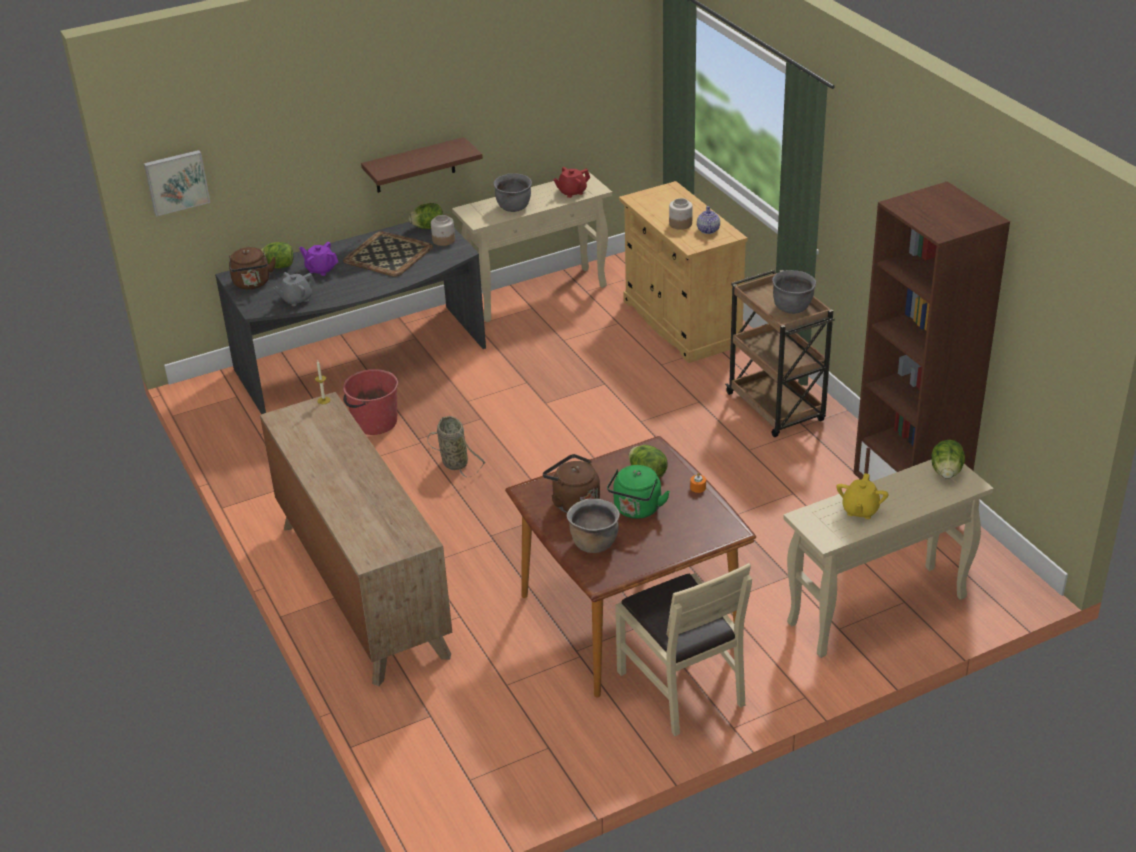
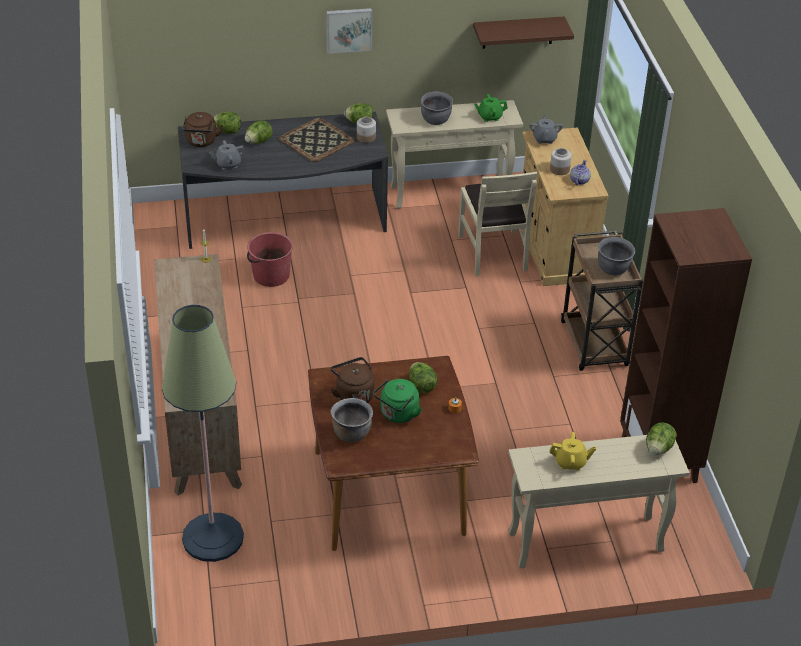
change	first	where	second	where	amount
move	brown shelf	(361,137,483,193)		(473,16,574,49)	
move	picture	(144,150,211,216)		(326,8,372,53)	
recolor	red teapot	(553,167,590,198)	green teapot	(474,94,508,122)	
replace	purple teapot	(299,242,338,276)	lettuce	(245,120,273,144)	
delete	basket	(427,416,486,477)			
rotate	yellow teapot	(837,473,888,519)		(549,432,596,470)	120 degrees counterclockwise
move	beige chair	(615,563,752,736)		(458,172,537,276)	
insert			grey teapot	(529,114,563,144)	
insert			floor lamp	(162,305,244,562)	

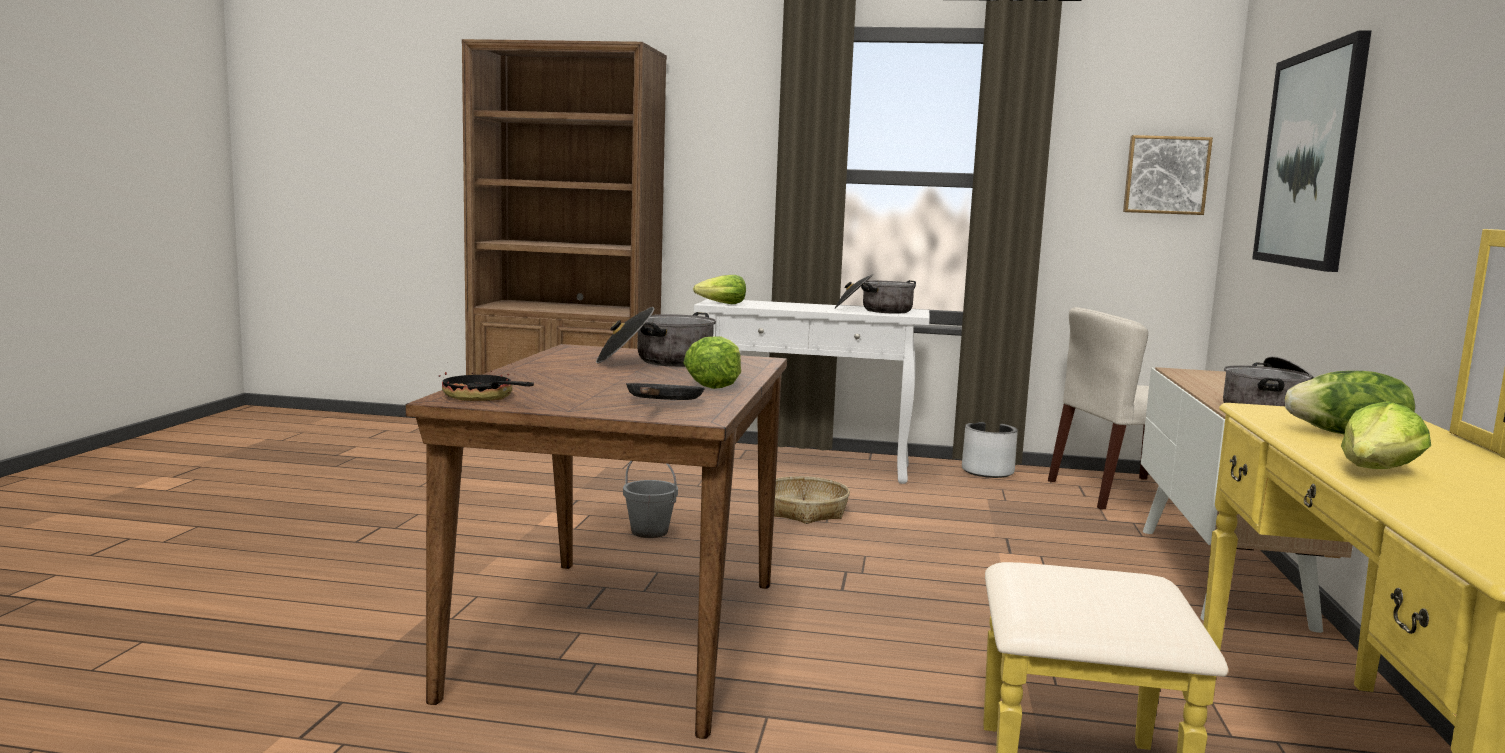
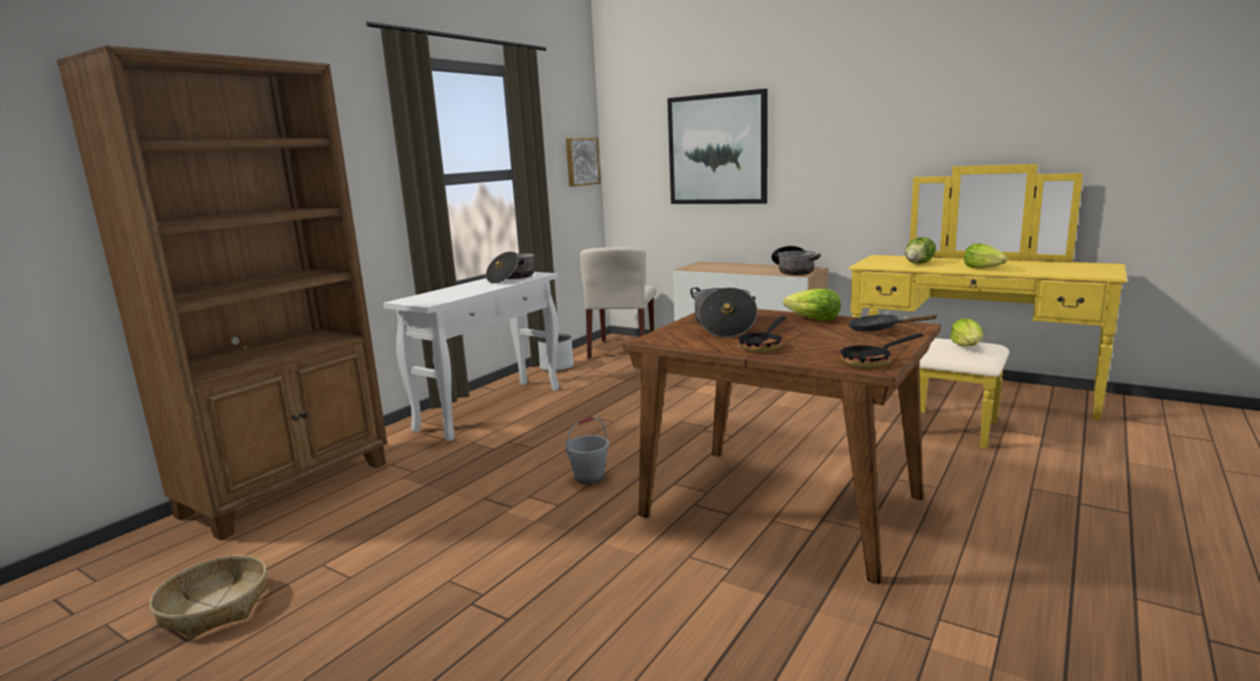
change	first	where	second	where	amount
move	lettuce	(693,275,746,304)		(950,318,983,346)	
move	basket	(774,476,850,524)		(149,555,267,639)	
insert			frying pan	(737,316,786,352)	

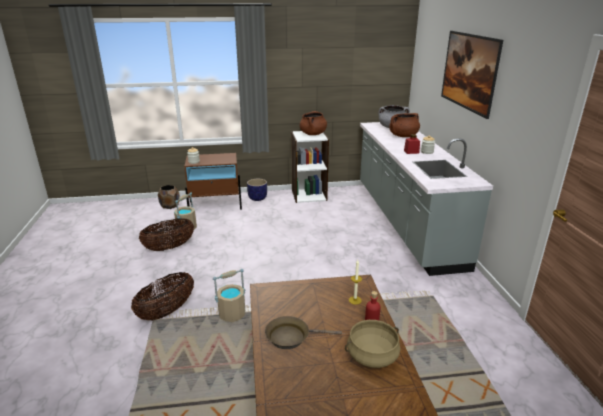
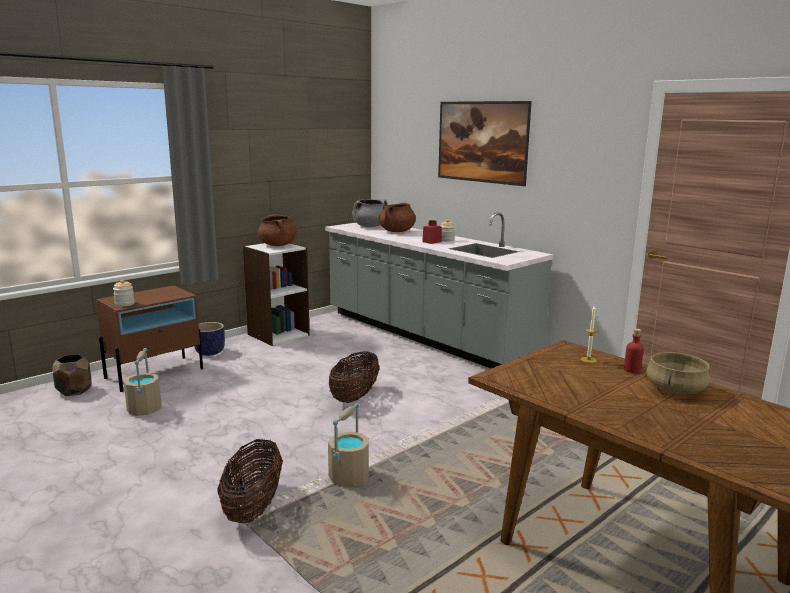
change	first	where	second	where	amount
move	basket	(139,219,194,251)		(329,351,379,403)	
delete	brown frying pan	(265,316,342,349)			

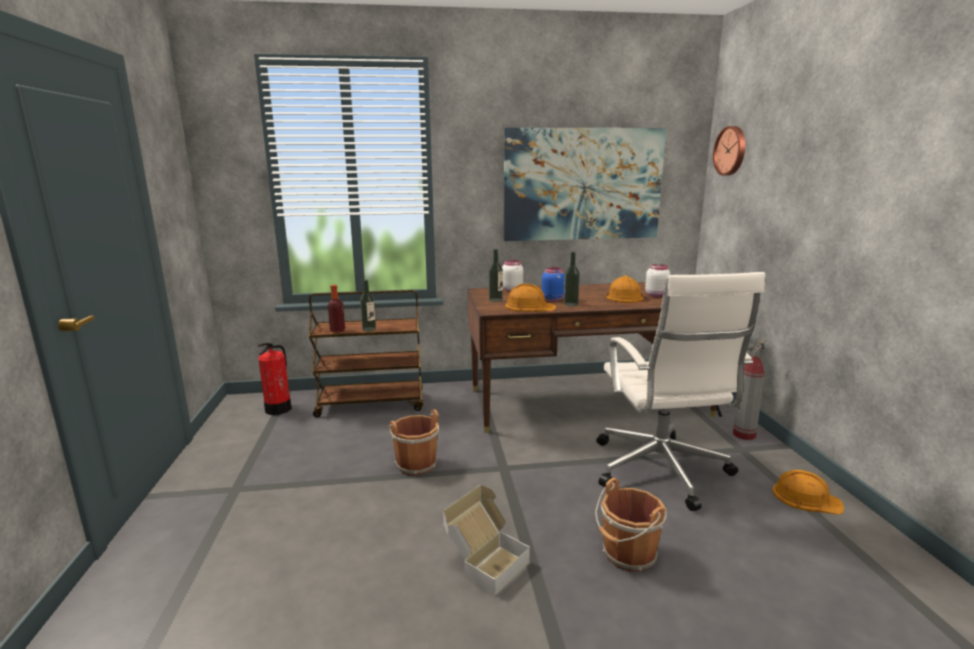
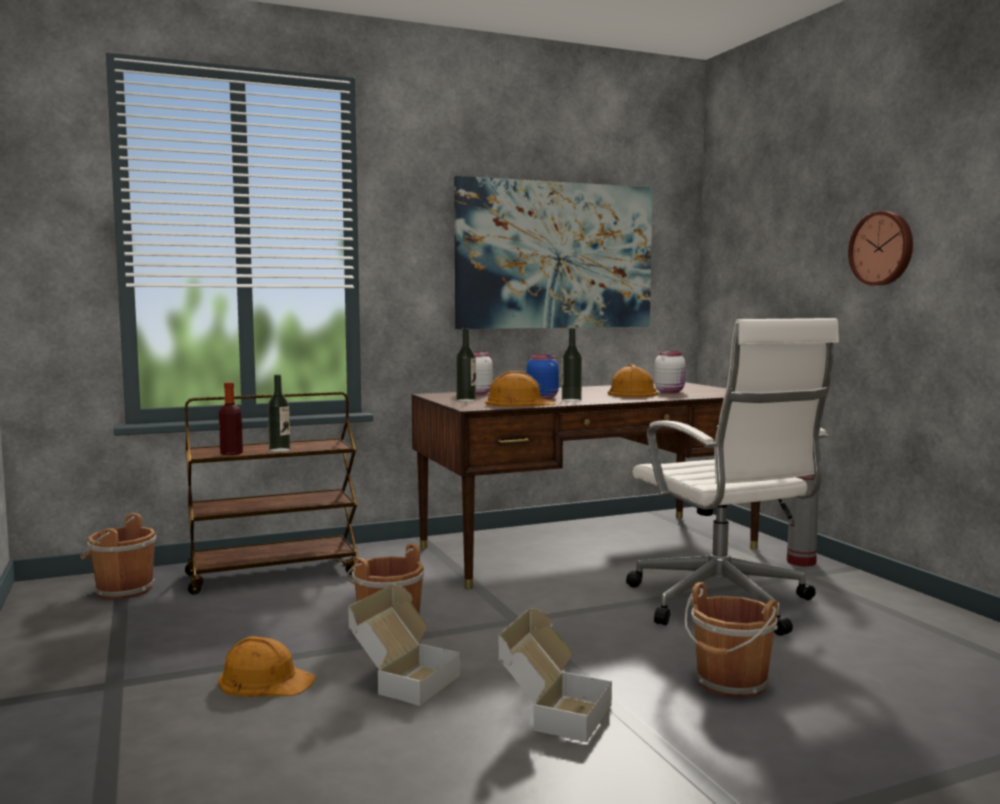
change	first	where	second	where	amount
move	wall clock	(713,126,745,176)		(848,211,913,286)	
replace	fire extinguisher	(258,343,292,415)	brown bucket	(80,513,156,599)	
move	orange hard hat	(772,470,844,515)		(218,636,316,697)	
insert			cardboard box	(348,585,461,706)	

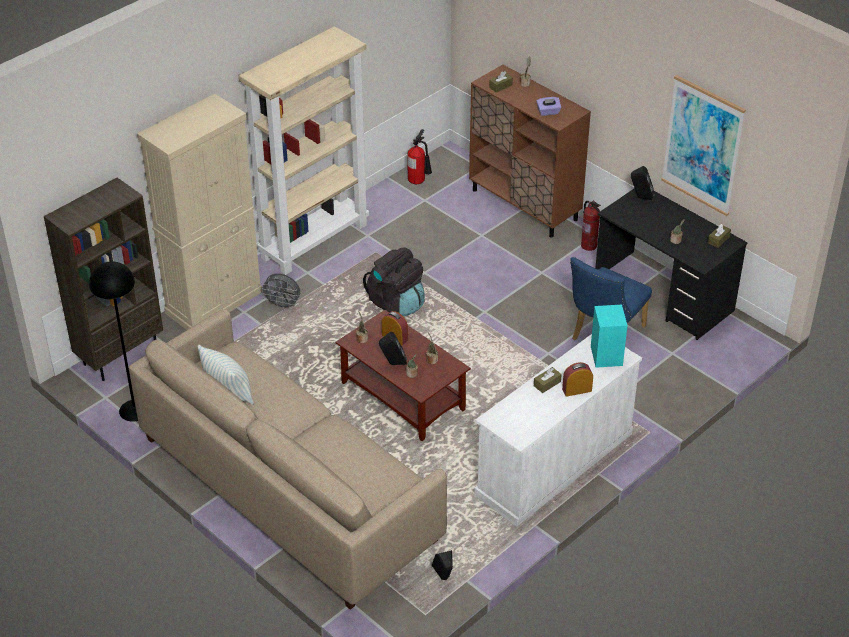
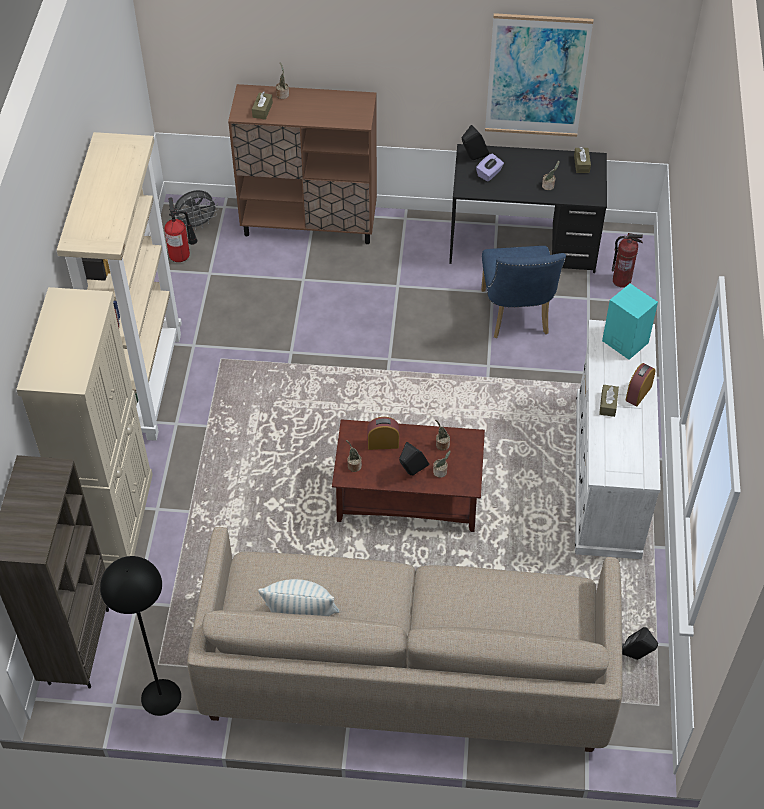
change	first	where	second	where	amount
move	purple tissue box	(536,97,562,116)		(476,153,504,181)	
move	fire extinguisher	(581,200,601,251)		(612,233,643,288)	
delete	black backpack	(363,247,425,316)			
move	grey fan	(260,273,300,310)		(174,190,219,230)	

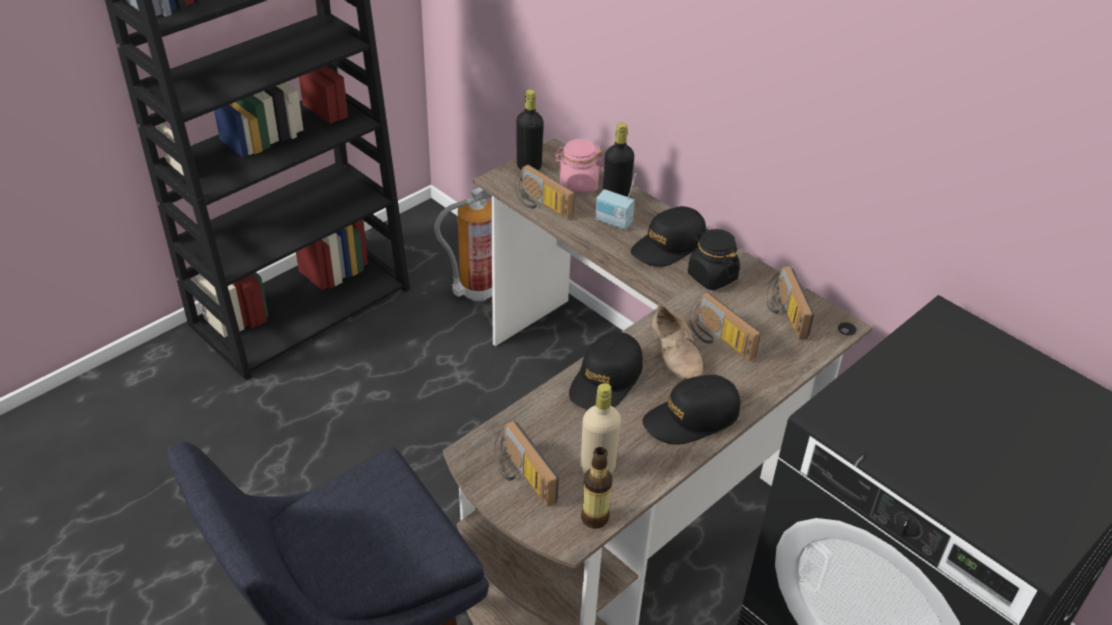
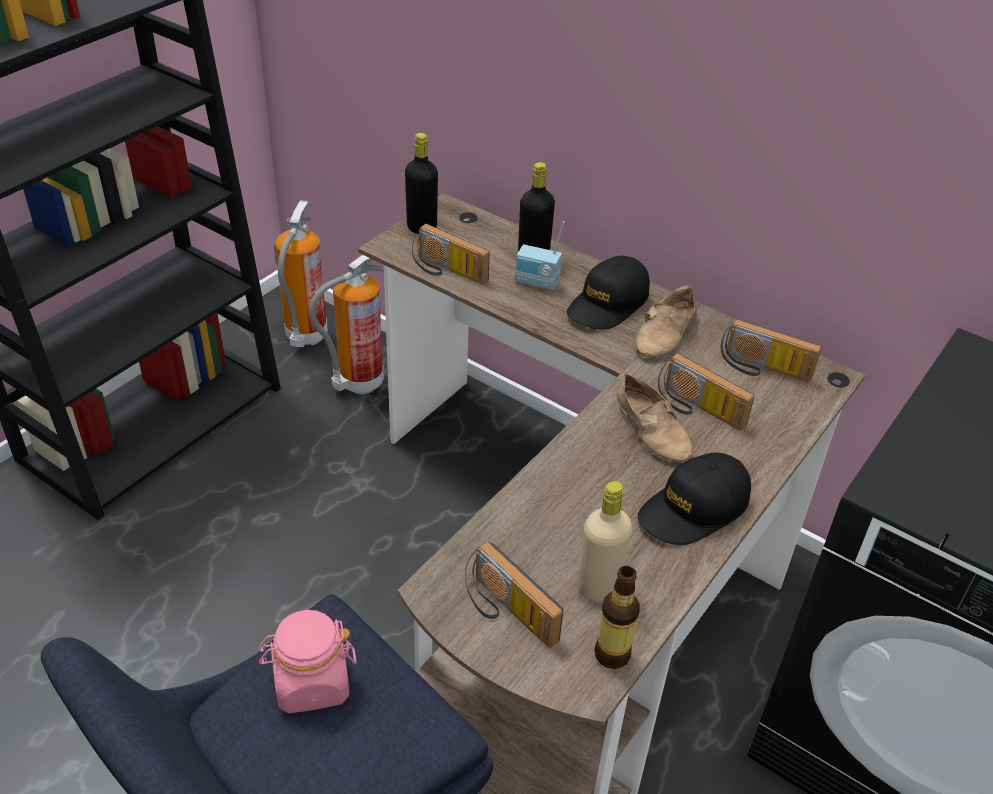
change	first	where	second	where	amount
move	pink jar	(555,139,604,193)		(258,610,357,713)	
replace	black jar	(688,229,740,290)	beige shoe	(636,285,699,358)	
rotate	radio	(767,266,814,339)		(720,319,822,382)	45 degrees counterclockwise
delete	black cap	(569,332,643,410)			
insert			fire extinguisher	(274,200,328,347)	

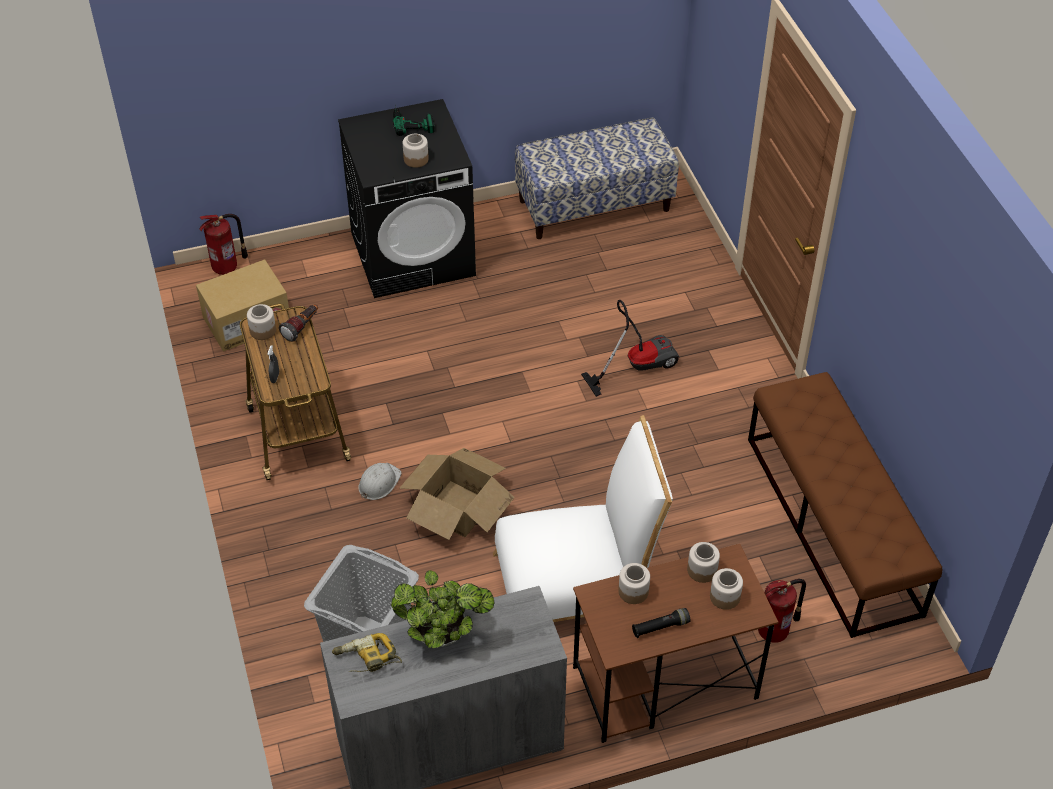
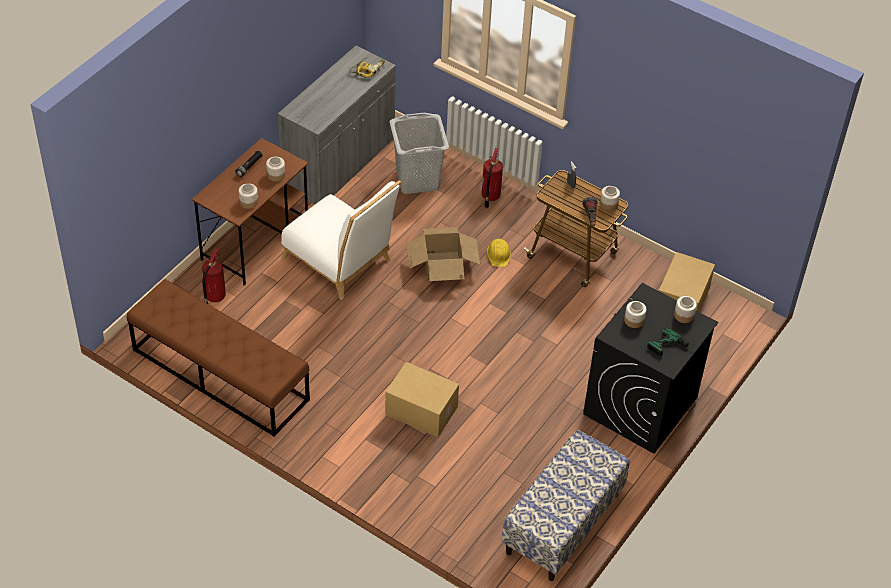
change	first	where	second	where	amount
move	fire extinguisher	(199,214,248,275)		(482,148,503,208)	
replace	vacuum cleaner	(581,300,680,397)	cardboard box	(385,362,459,437)	
rotate	white chair	(493,415,673,622)		(281,181,401,300)	90 degrees counterclockwise
recolor	white hard hat	(358,463,402,500)	yellow hard hat	(487,239,511,267)	
move	jar	(710,568,743,610)		(674,296,697,323)	
delete	potted plant	(391,570,495,649)			

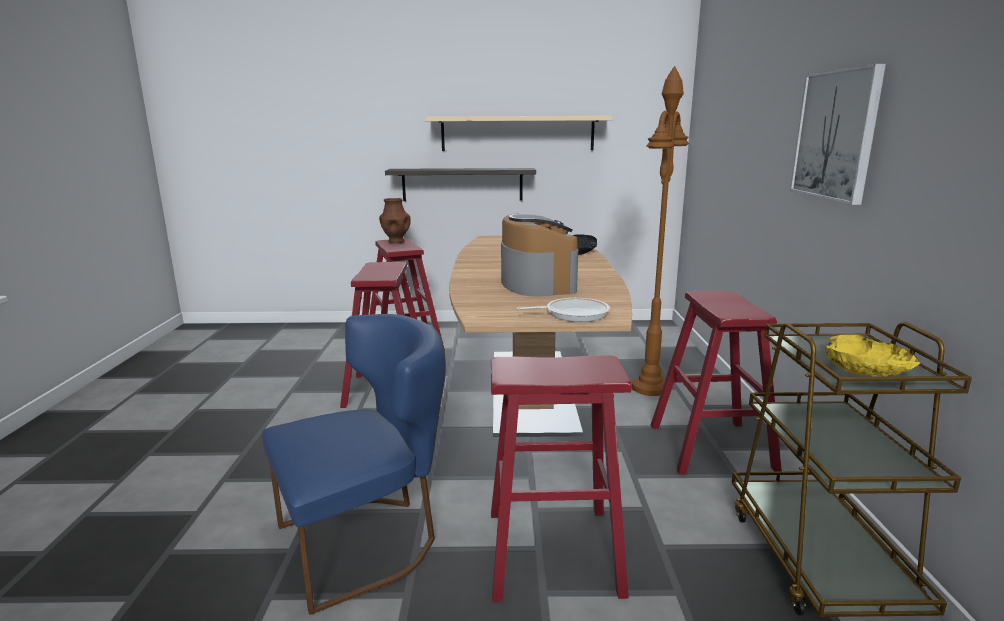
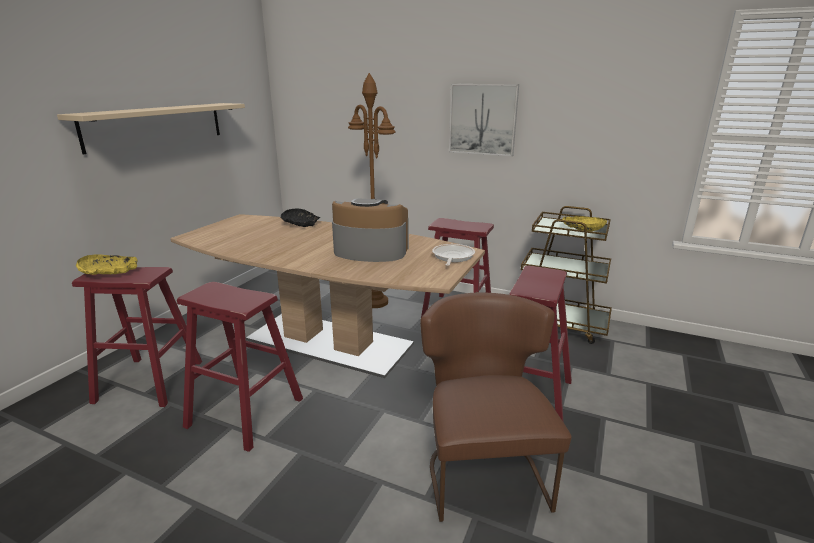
change	first	where	second	where	amount
delete	shelf	(385,168,536,201)			
replace	brown vase	(379,198,411,244)	yellow bowl	(76,254,138,275)	
recolor	blue chair	(262,314,446,615)	brown chair	(420,292,572,522)	

